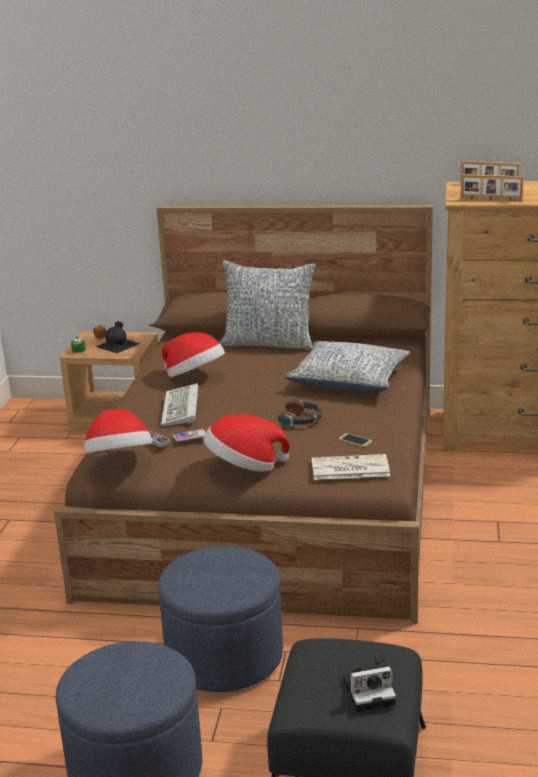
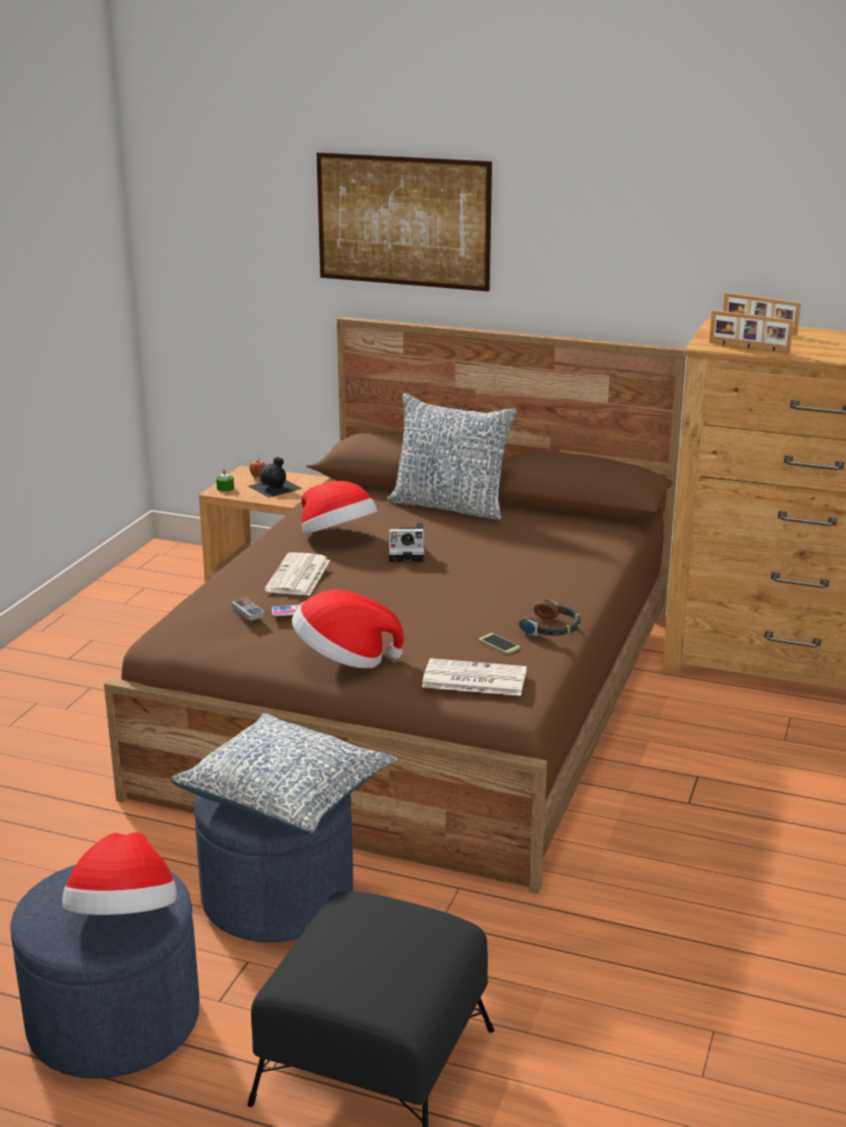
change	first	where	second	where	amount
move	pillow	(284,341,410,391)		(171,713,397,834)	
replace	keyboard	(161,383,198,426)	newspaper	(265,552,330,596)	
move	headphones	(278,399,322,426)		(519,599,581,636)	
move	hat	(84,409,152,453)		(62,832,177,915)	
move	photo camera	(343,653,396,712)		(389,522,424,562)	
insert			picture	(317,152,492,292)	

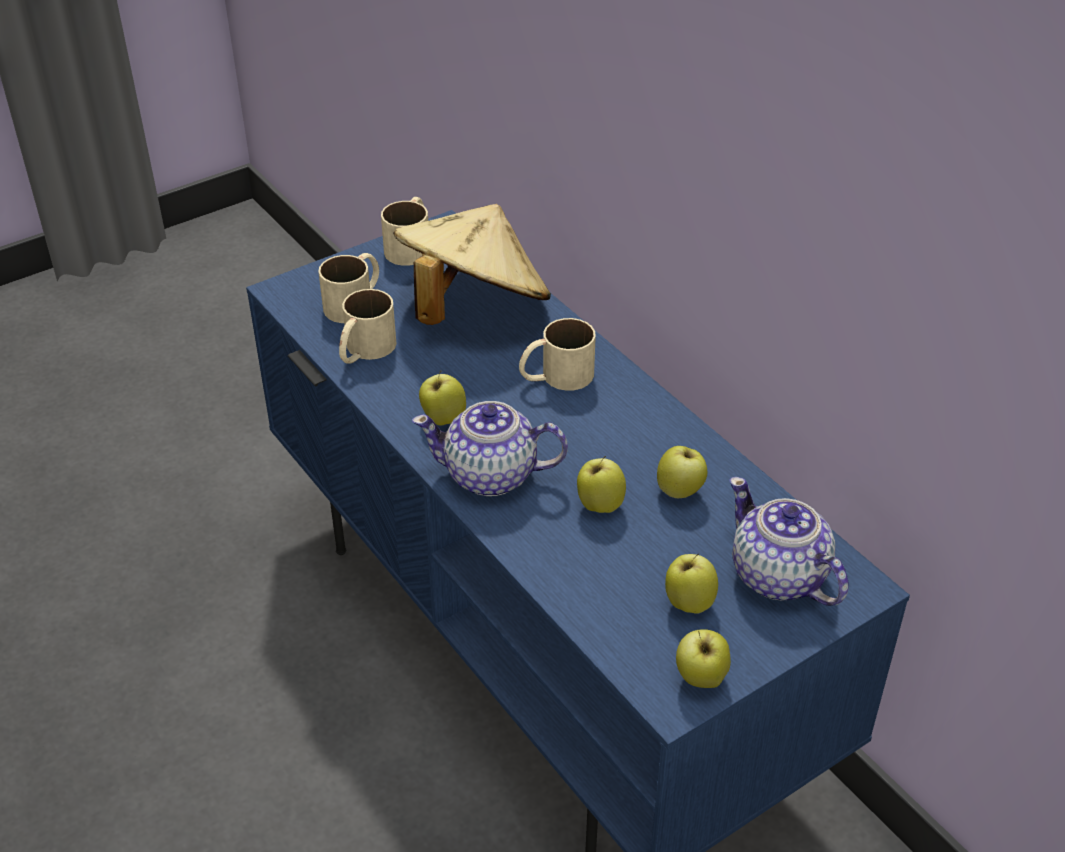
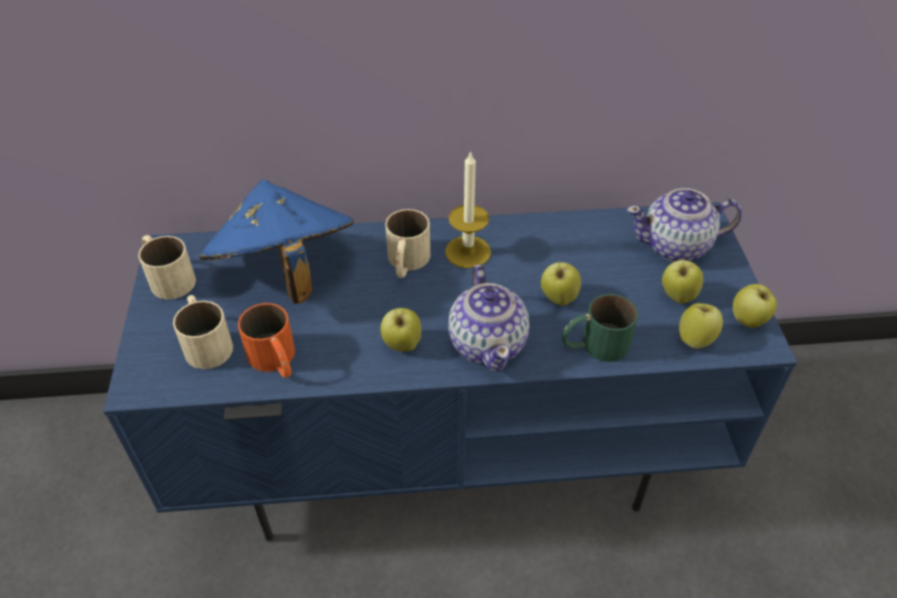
change	first	where	second	where	amount
recolor	beige hat	(393,204,551,325)	blue hat	(199,180,354,304)	
recolor	beige mug	(339,289,397,364)	orange mug	(238,303,295,378)	
rotate	teapot	(412,401,568,496)		(448,264,529,372)	45 degrees counterclockwise
move	apple	(657,446,707,498)		(679,303,723,349)	
insert			candle	(445,150,491,268)	
insert			green mug	(562,294,638,362)	

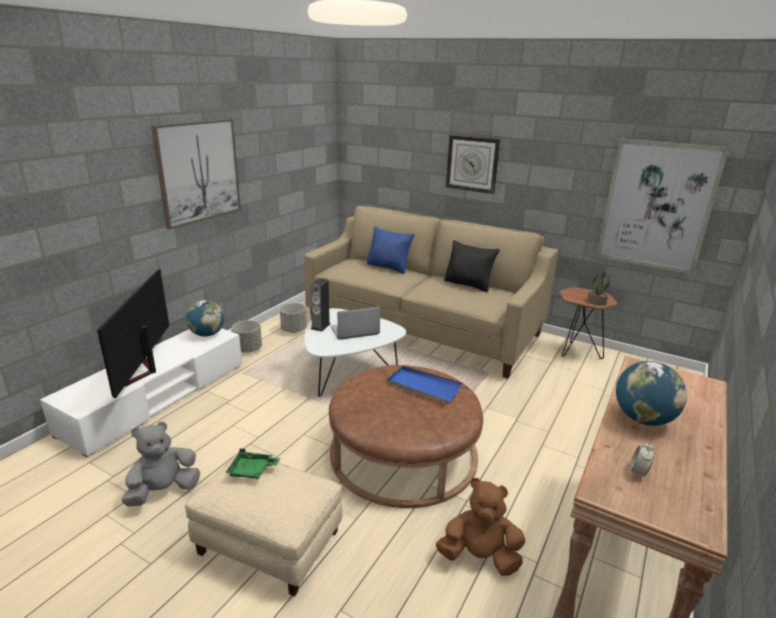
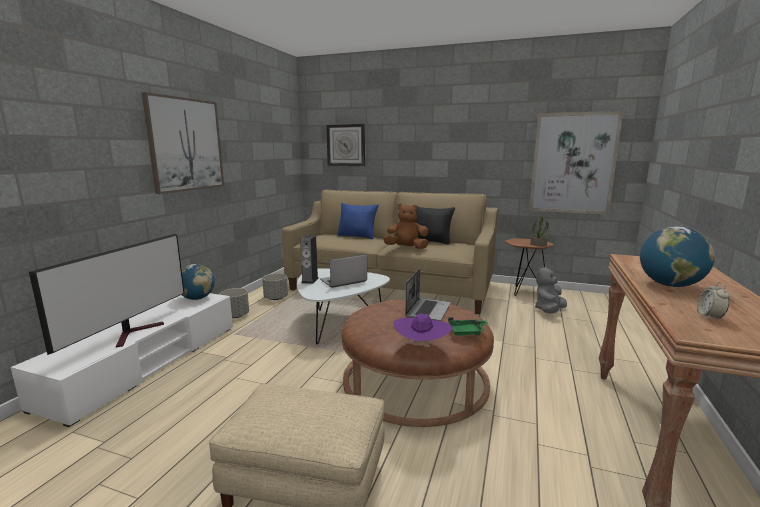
change	first	where	second	where	amount
move	wall clock	(446,135,501,194)		(326,124,365,166)	
rotate	television	(97,269,169,399)		(29,234,184,355)	150 degrees counterclockwise
replace	blue tray	(387,366,463,403)	laptop	(405,269,451,321)	
move	grey plush toy	(122,422,200,507)		(535,266,567,314)	
move	green tray	(225,448,280,479)		(448,317,488,336)	
move	brown plush toy	(436,478,525,576)		(383,204,429,249)	
insert			purple hat	(394,313,453,347)	

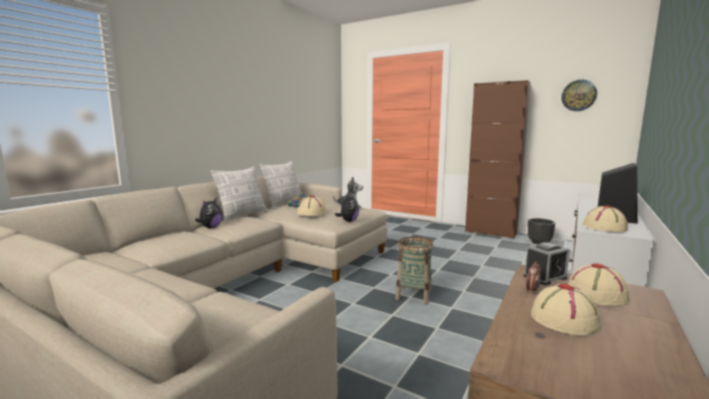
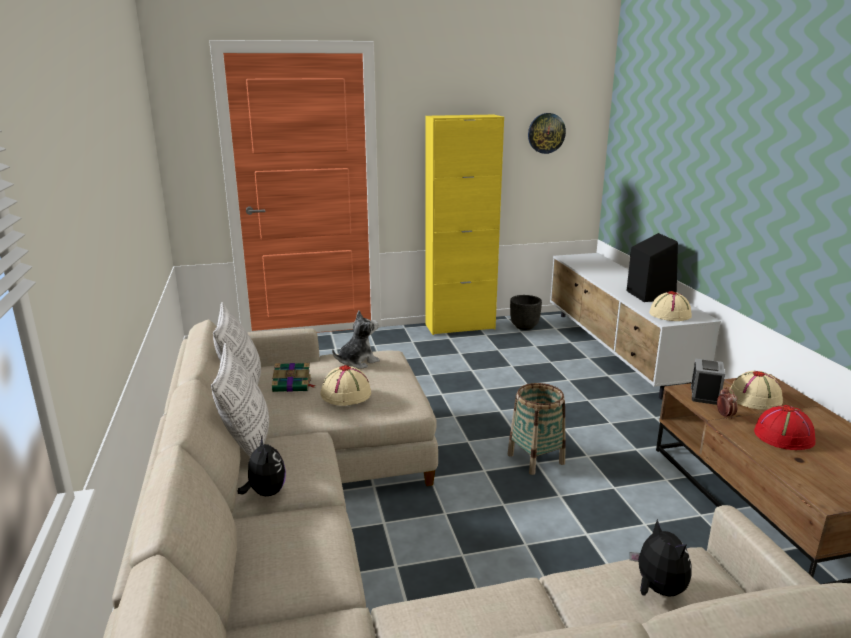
change	first	where	second	where	amount
recolor	brown cabinet	(465,80,531,239)	yellow cabinet	(426,114,504,335)	
move	plush toy	(335,194,359,222)		(630,519,691,597)	
recolor	beige hat	(531,284,601,336)	red hat	(754,405,816,450)	

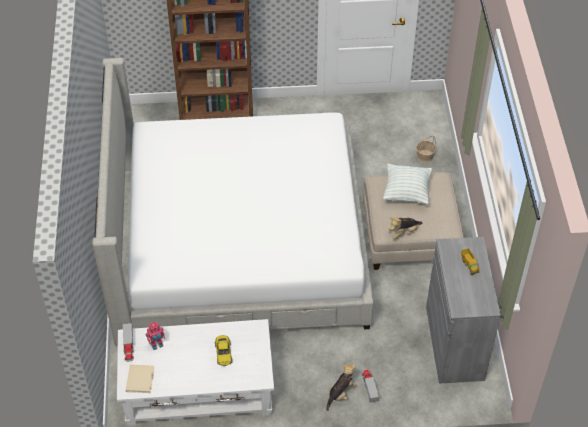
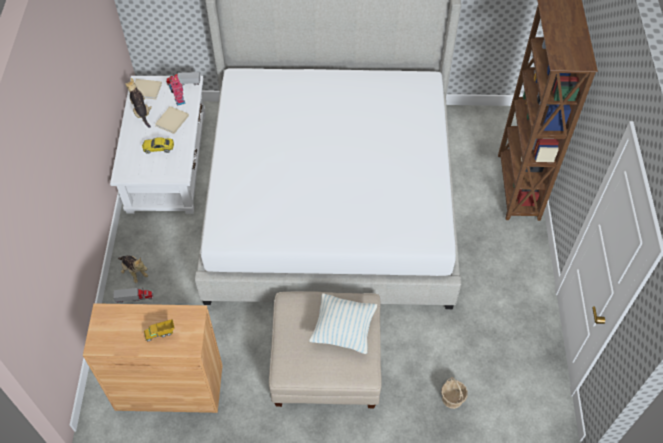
change	first	where	second	where	amount
move	plush toy	(388,218,422,239)		(125,78,152,128)	
recolor	grey cabinet	(426,237,501,384)	brown cabinet	(83,303,223,413)	
insert			beige book	(155,106,189,134)	

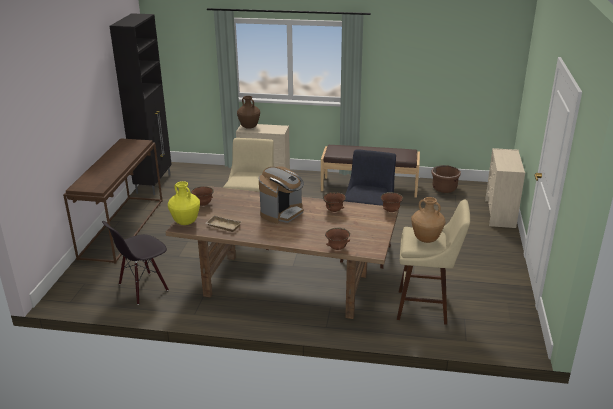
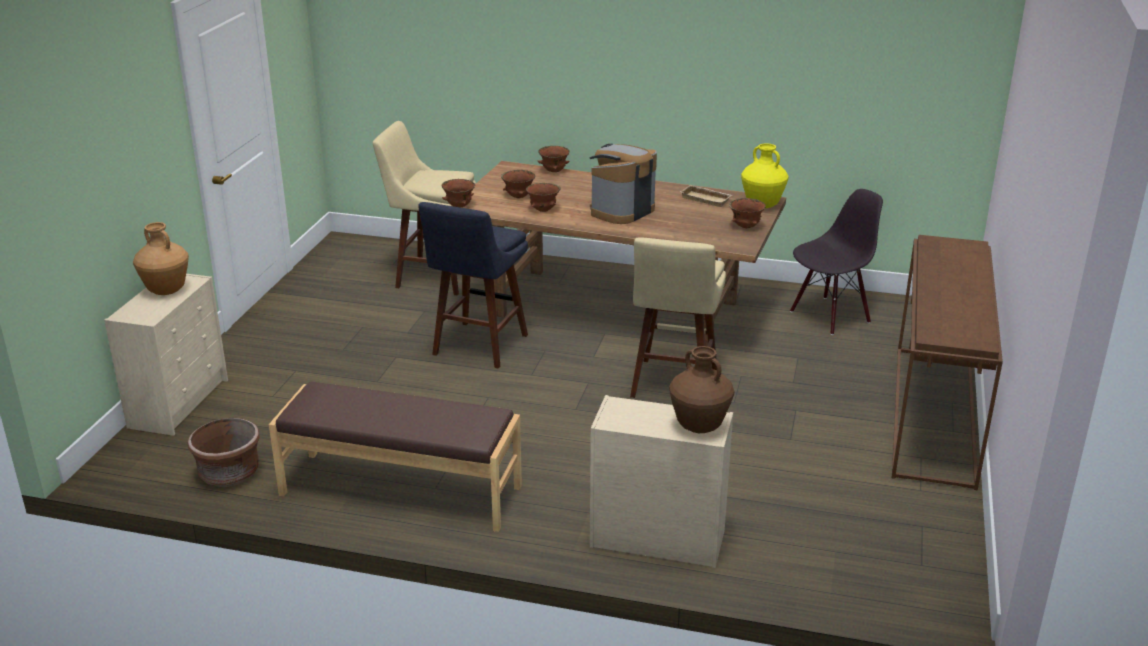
change	first	where	second	where	amount
delete	black cabinet	(110,13,172,195)			
move	brown vase	(411,197,446,243)		(133,222,189,295)	
insert			brown bowl	(501,170,535,198)	

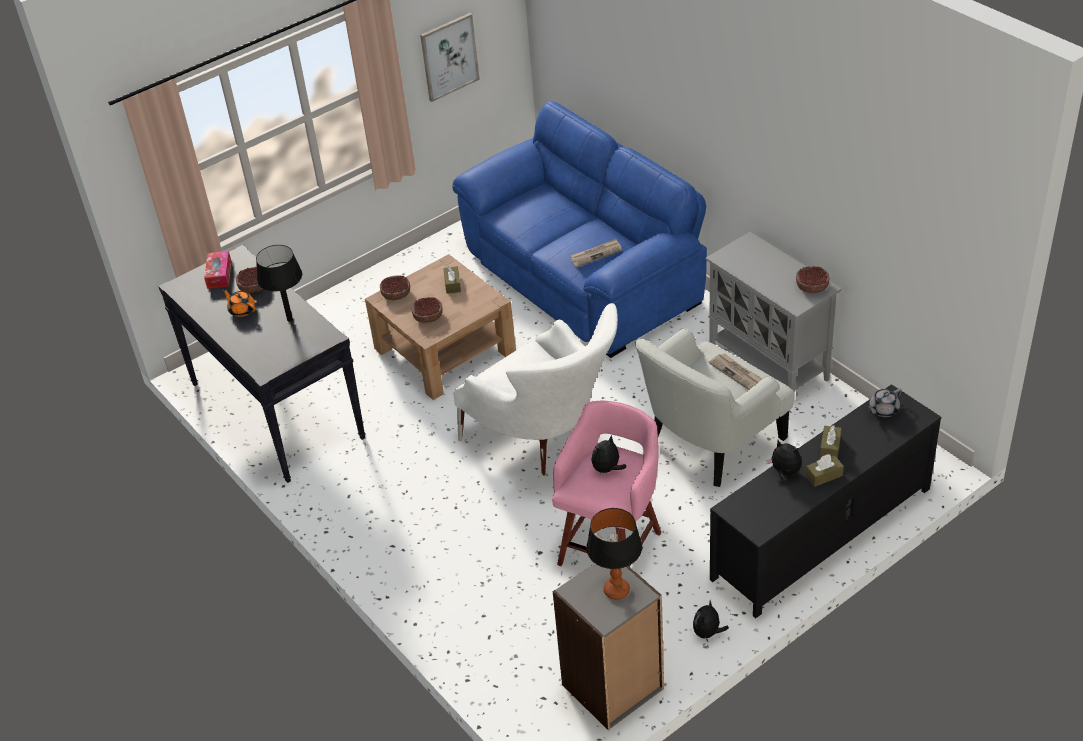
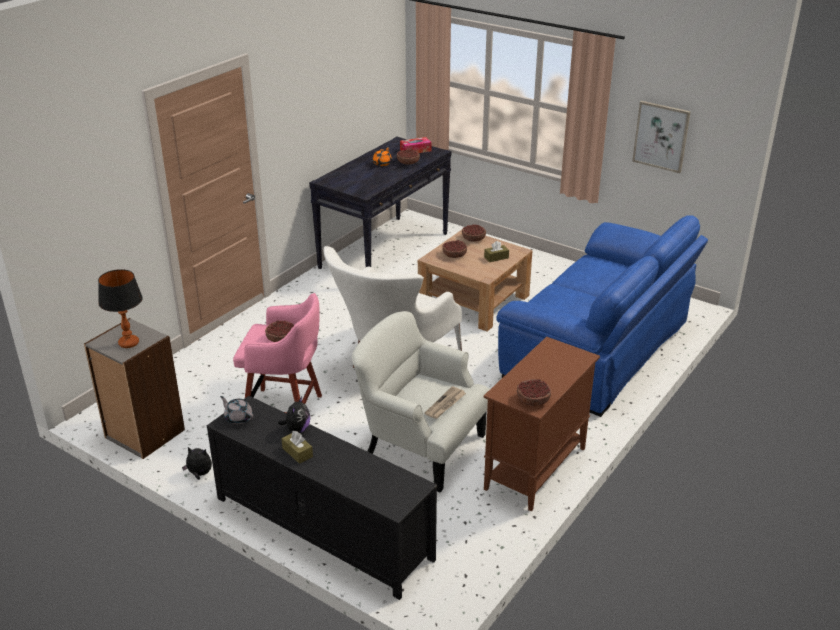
change	first	where	second	where	amount
recolor	grey cabinet	(706,232,842,393)	brown cabinet	(484,337,600,511)	
delete	newspaper	(570,238,622,267)			
delete	black table lamp	(256,245,302,322)			
move	grey teapot	(867,388,902,417)		(220,396,253,425)	
delete	brown tissue box	(820,425,842,459)			
replace	plush toy	(592,435,626,473)	bowl	(265,320,294,342)	

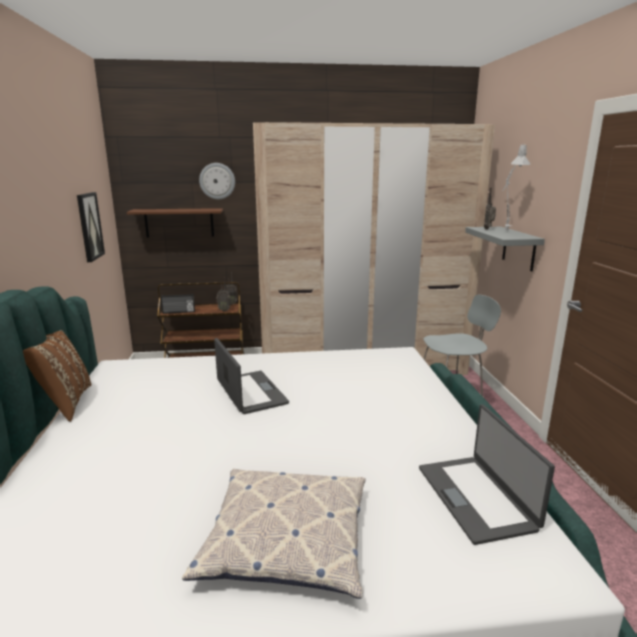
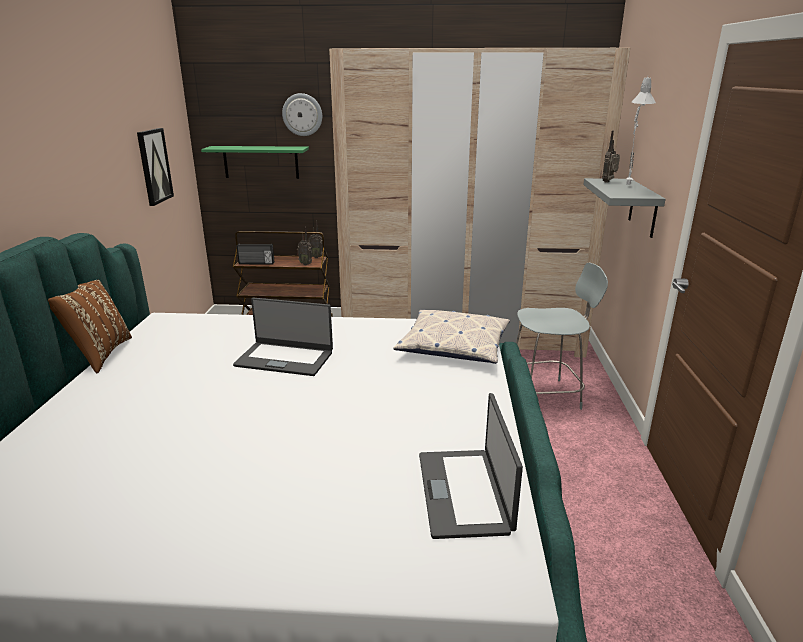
change	first	where	second	where	amount
recolor	brown shelf	(127,208,223,238)	green shelf	(201,146,309,179)	
rotate	laptop	(214,338,289,414)		(233,298,333,376)	120 degrees clockwise
move	pillow	(182,469,366,599)		(393,310,510,364)	

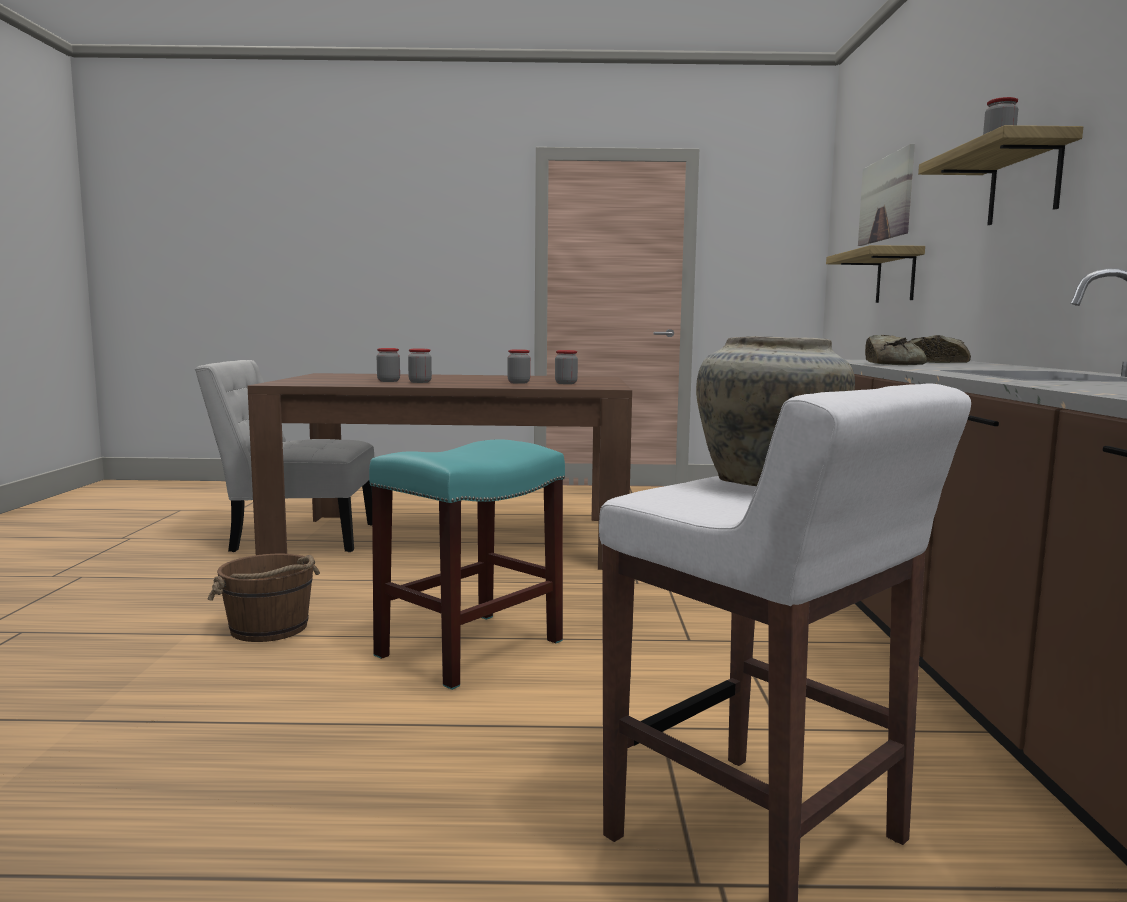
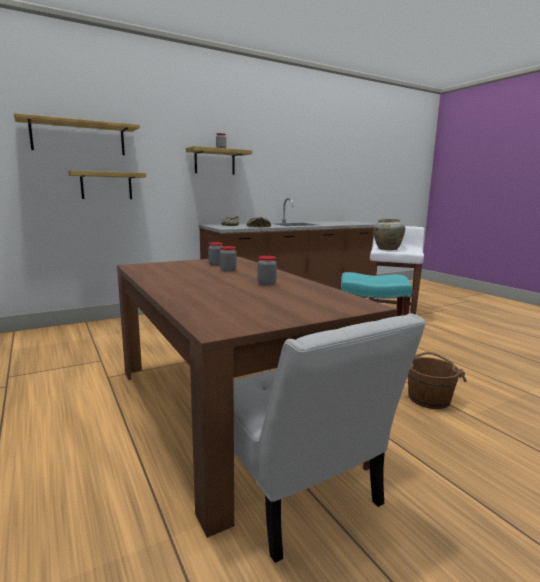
change	first	where	second	where	amount
replace	picture	(858,144,915,246)	shelf	(14,113,140,155)	
delete	jar	(377,348,400,382)			

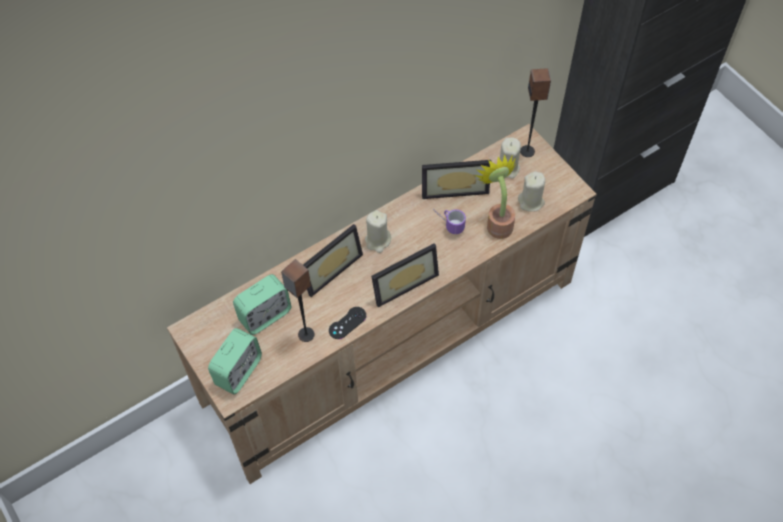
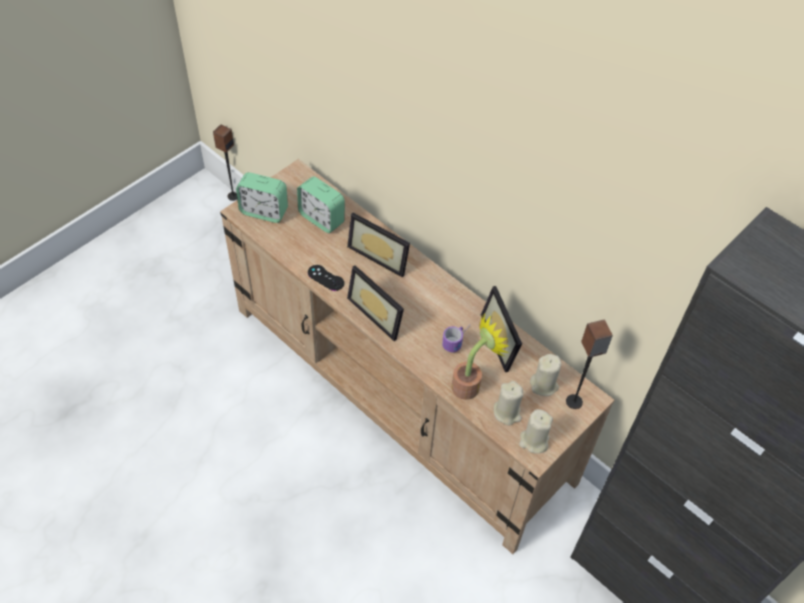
change	first	where	second	where	amount
move	beige candle	(365,210,391,253)		(519,409,553,454)	
move	speaker	(281,259,315,342)		(213,124,237,201)	

